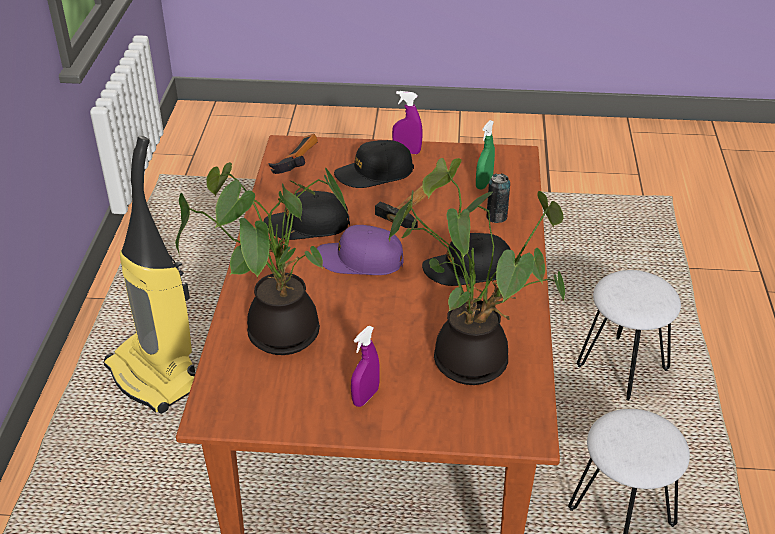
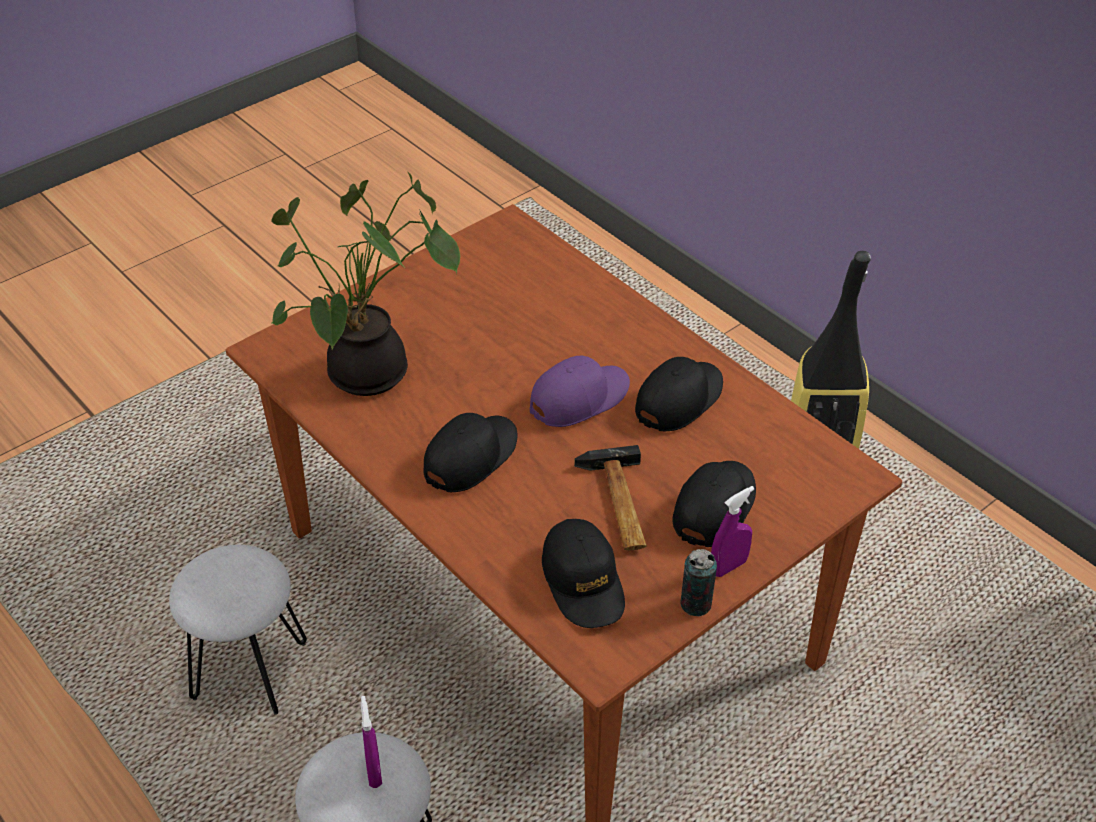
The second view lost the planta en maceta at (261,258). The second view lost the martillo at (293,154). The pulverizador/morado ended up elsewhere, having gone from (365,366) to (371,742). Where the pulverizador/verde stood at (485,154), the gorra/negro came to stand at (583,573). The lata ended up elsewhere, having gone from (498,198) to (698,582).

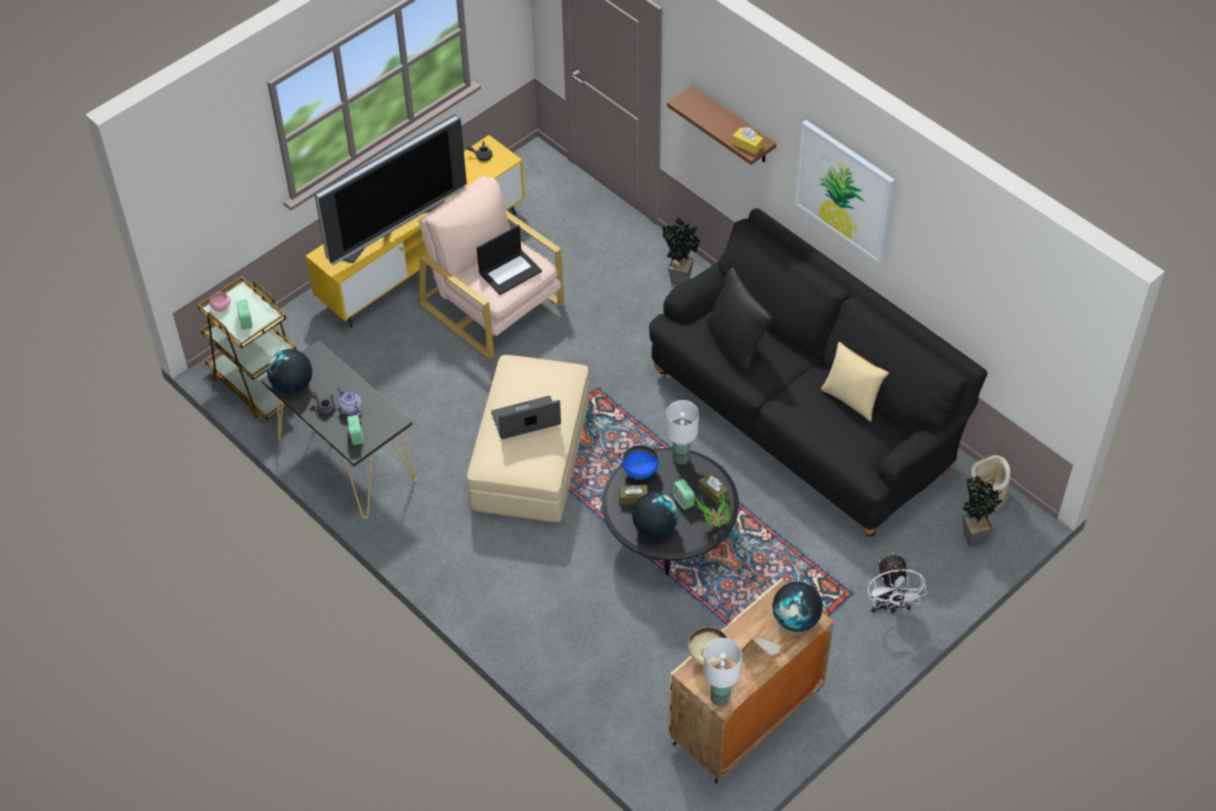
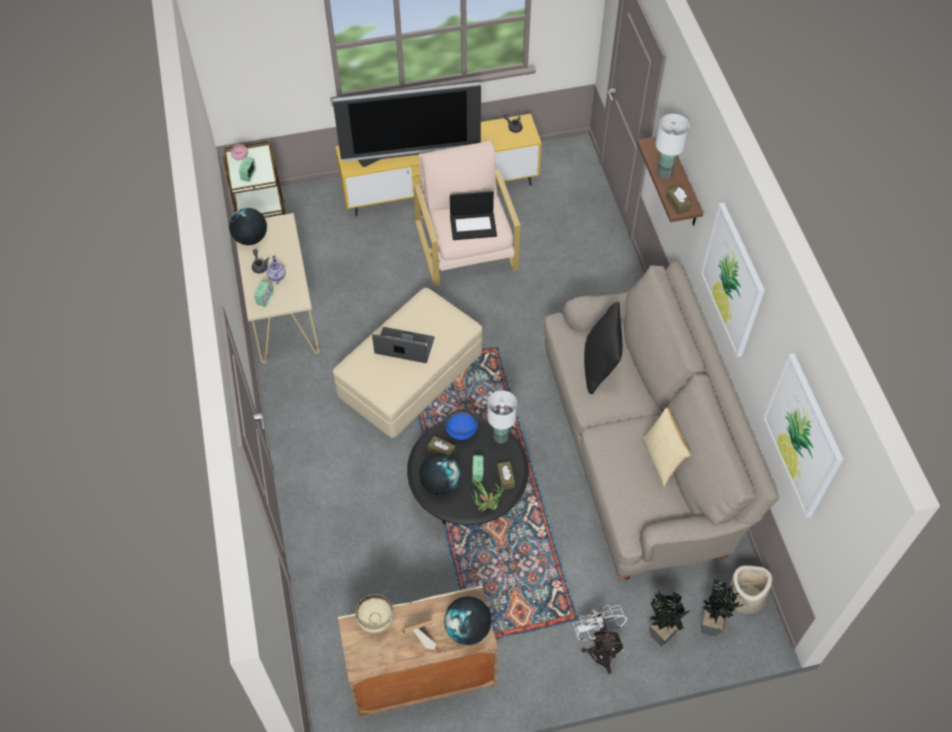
What was the mesa consola/negro at (339,429) turned into the mesa consola/beis at (277,288). What was the sofá/negro at (818,372) turned into the sofá/beis at (661,420). The planta en maceta ended up elsewhere, having gone from (681,251) to (669,618). The lámpara de mesa/blanco ended up elsewhere, having gone from (722,672) to (673,146). What was the caja de pañuelos/amarillo at (747,141) turned into the caja de pañuelos/marrón at (678,200). The ventilador/blanco at (897,583) ended up facing another way, 135 degrees clockwise from before. The second view gained the cuadro at (803,435).

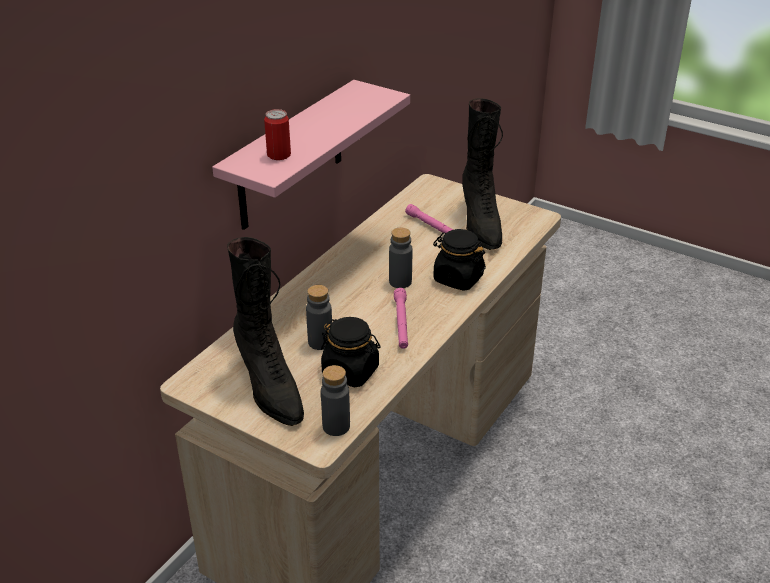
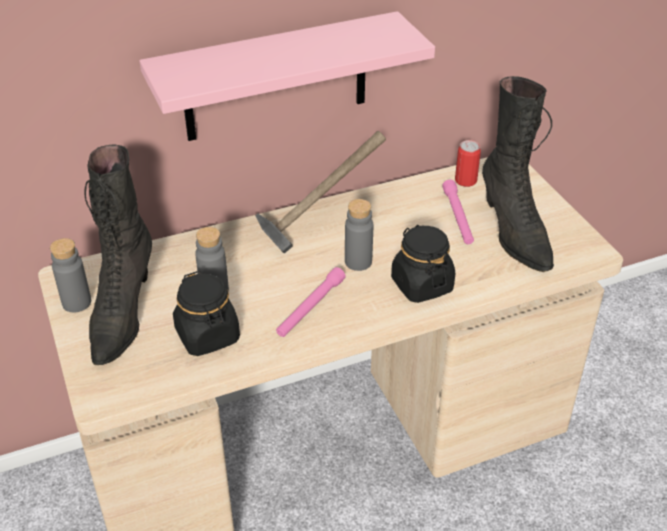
The lata ended up elsewhere, having gone from (277,134) to (468,163). The botella/gris ended up elsewhere, having gone from (335,400) to (70,275). The bota/negro at (482,174) ended up facing another way, 45 degrees counterclockwise from before. The second view gained the martillo at (320,192).

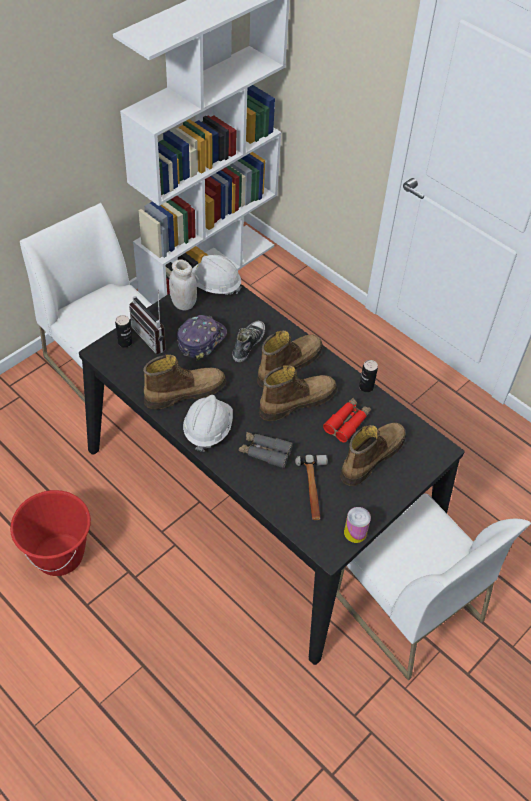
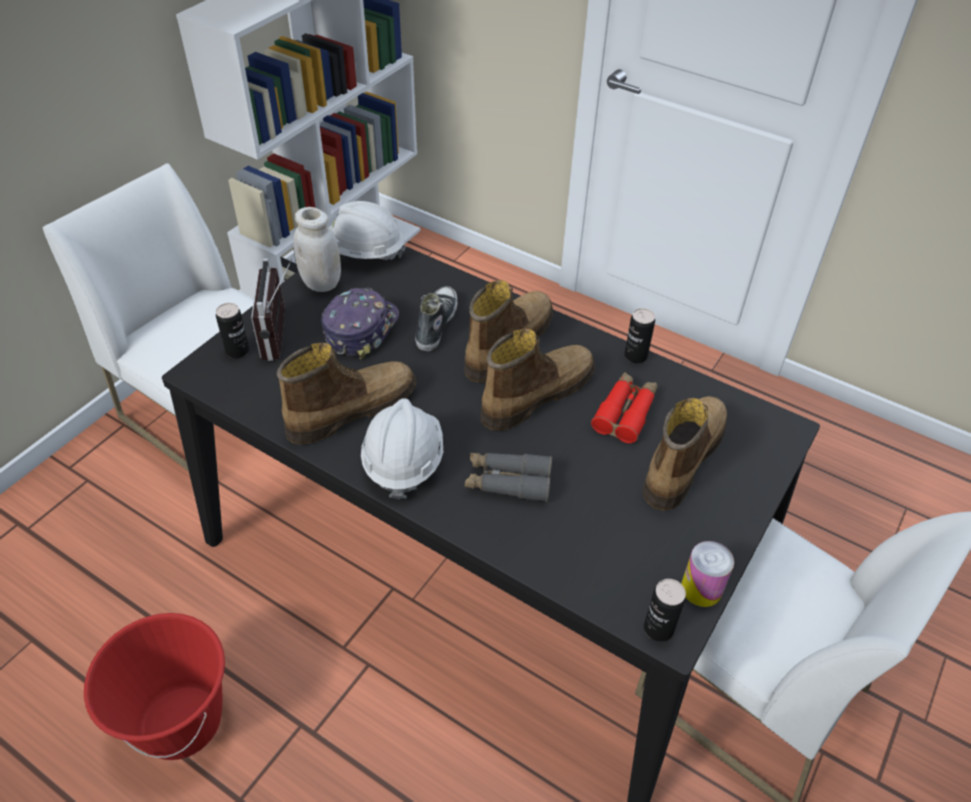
The radio at (147,322) ended up facing another way, 45 degrees clockwise from before. The second view lost the martillo at (311,487). The second view gained the lata at (665,610).

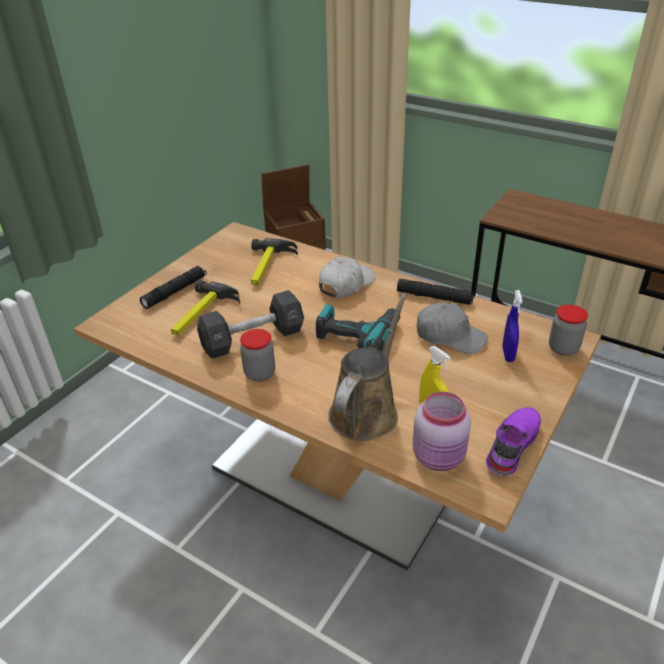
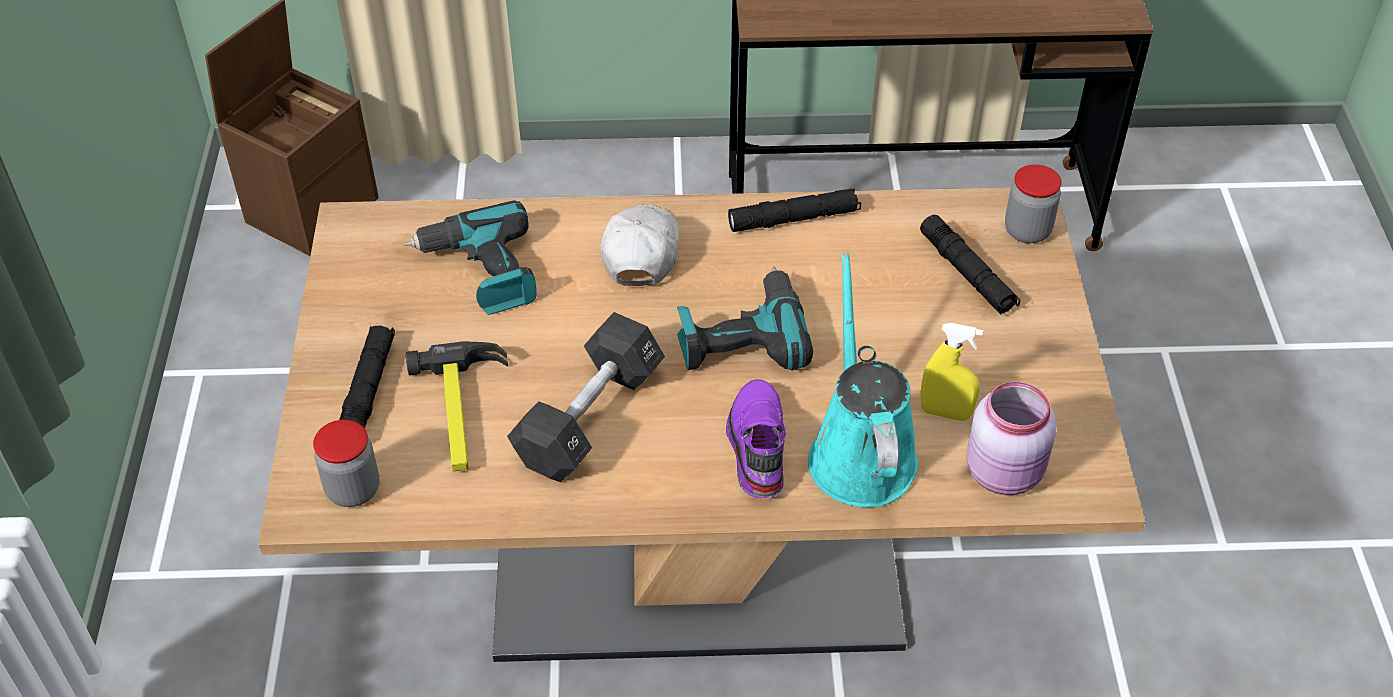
The tarro ended up elsewhere, having gone from (257,355) to (346,463). Where the martillo stood at (274,261), the taladro came to stand at (470,257). What was the regadera/marrón at (367,367) turned into the regadera/turquesa at (863,380). The second view lost the gorra/gris at (452,328). The zapato/morado ended up elsewhere, having gone from (513,441) to (756,438). Where the pulverizador/azul stood at (512,326), the linterna/negro came to stand at (970,265).

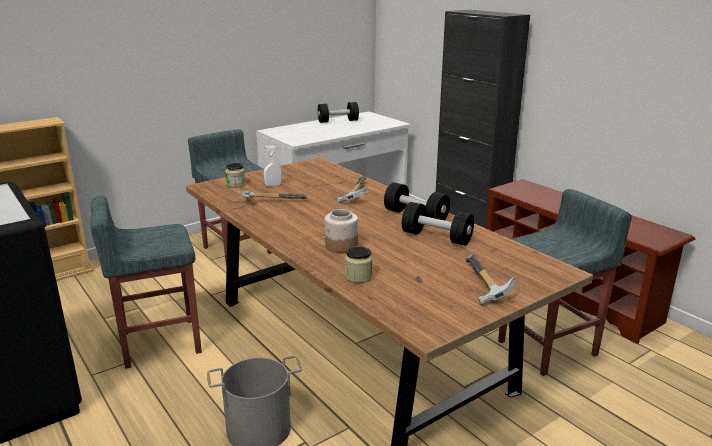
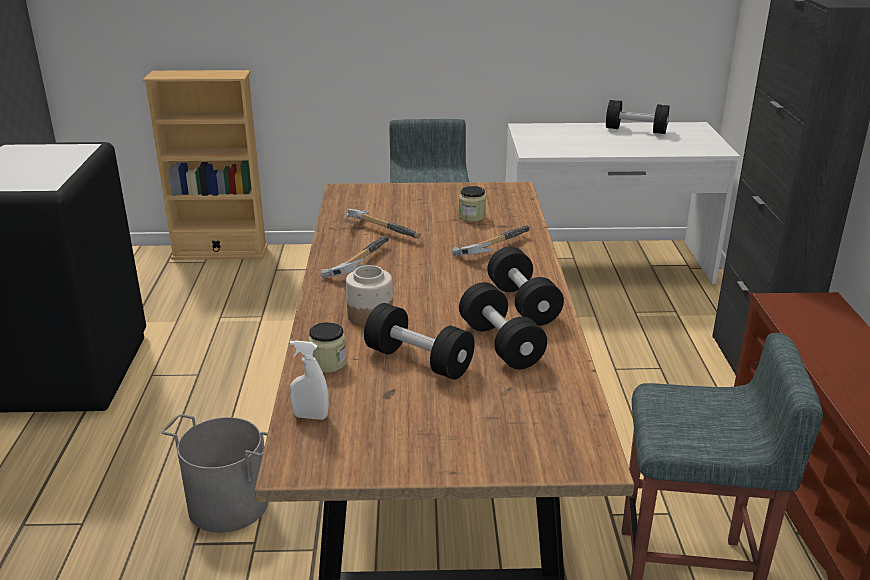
The second view lost the taburete/gris at (146,282). The tarro ended up elsewhere, having gone from (235,175) to (472,204). The pulverizador/blanco ended up elsewhere, having gone from (273,166) to (309,380). The martillo ended up elsewhere, having gone from (491,280) to (355,256). The second view gained the mancuerna/negro at (419,341).

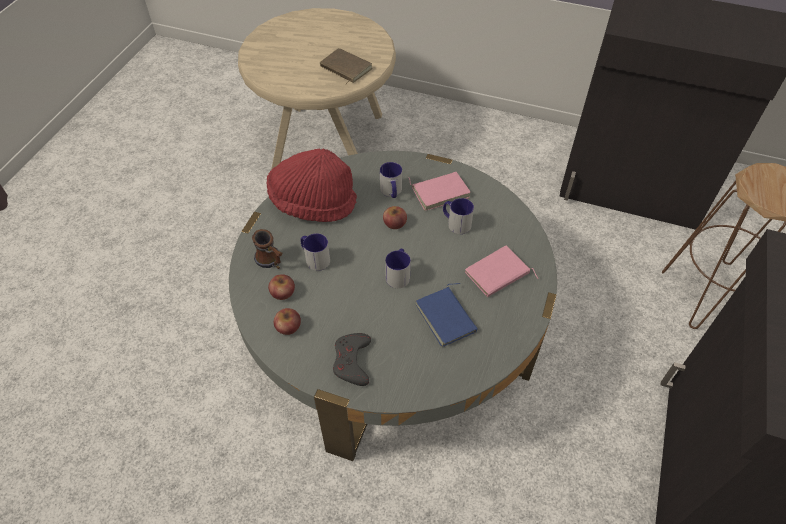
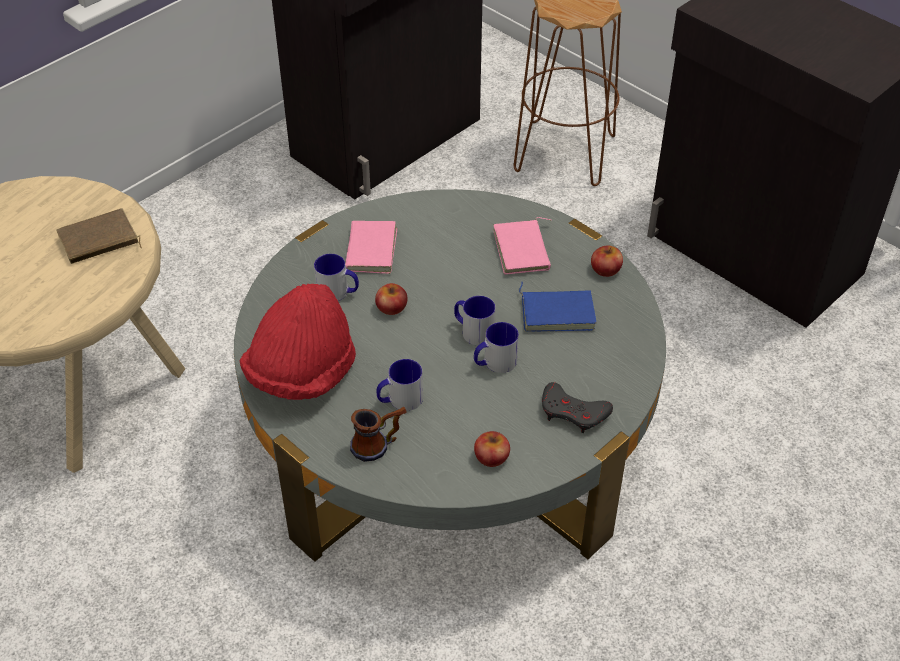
The manzana ended up elsewhere, having gone from (281,287) to (607,261). The taza grande ended up elsewhere, having gone from (458,216) to (496,347).

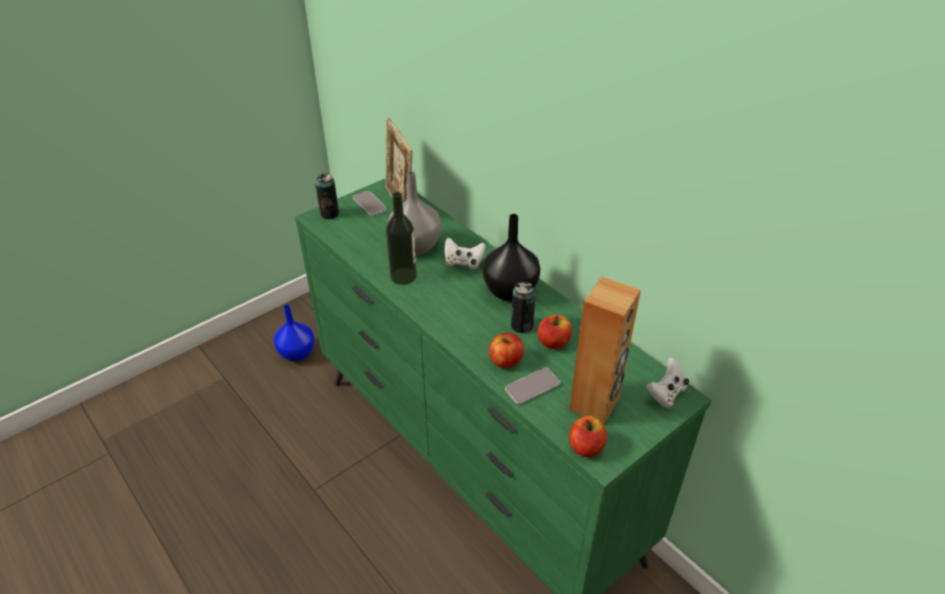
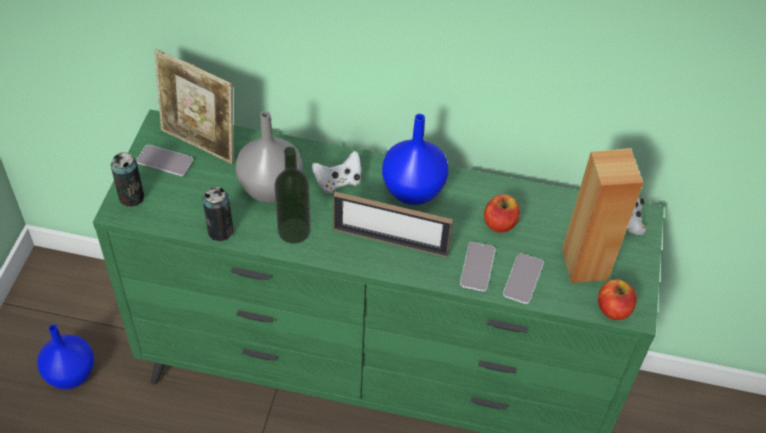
What was the florero/negro at (511,258) turned into the florero/azul at (415,159). Where the manzana stood at (506,350), the móvil came to stand at (477,267). The lata ended up elsewhere, having gone from (523,307) to (218,214). The second view gained the portarretratos at (393,224).

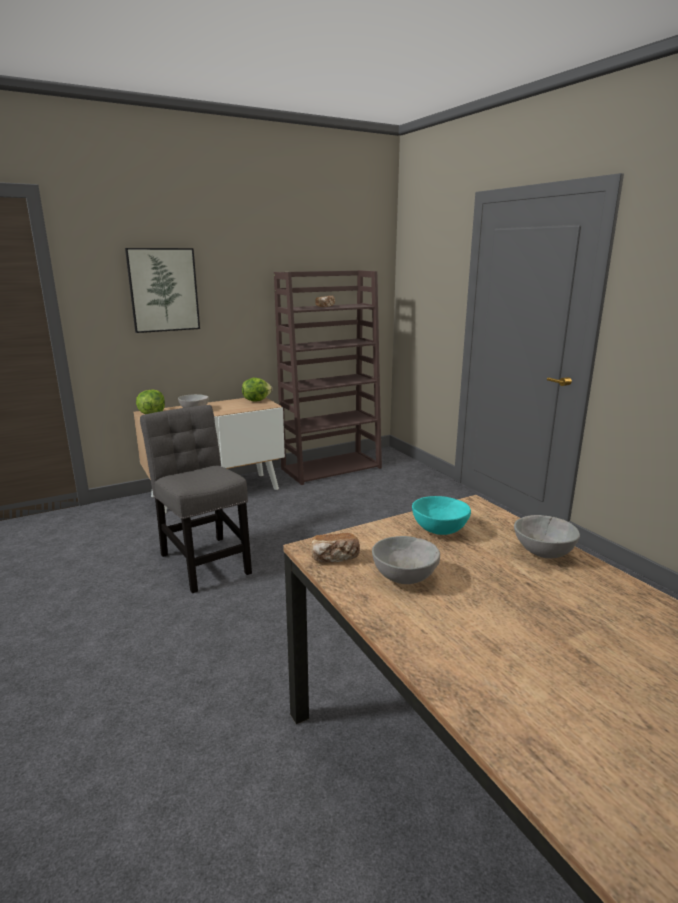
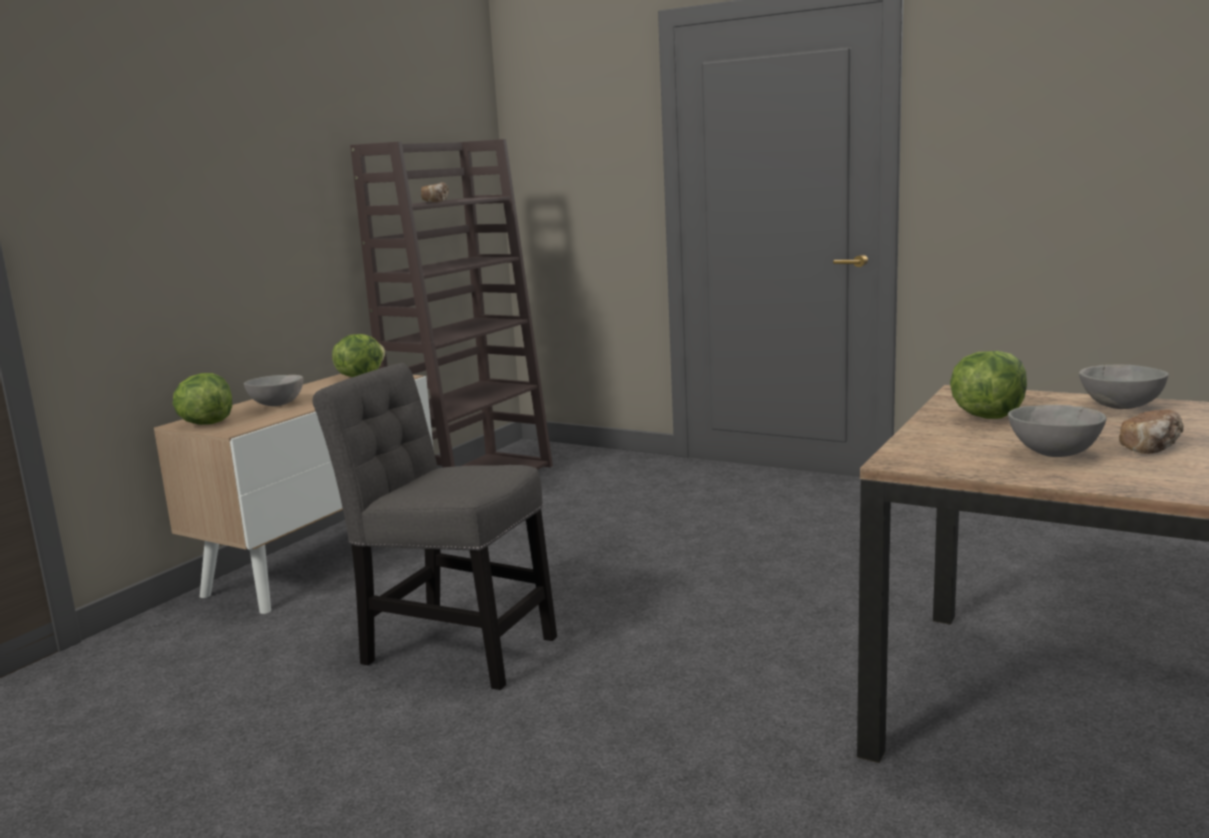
The second view lost the cuadro at (162,290). The pan ended up elsewhere, having gone from (335,548) to (1151,432). Where the cuenco/turquesa stood at (441,515), the lechuga came to stand at (988,385).

